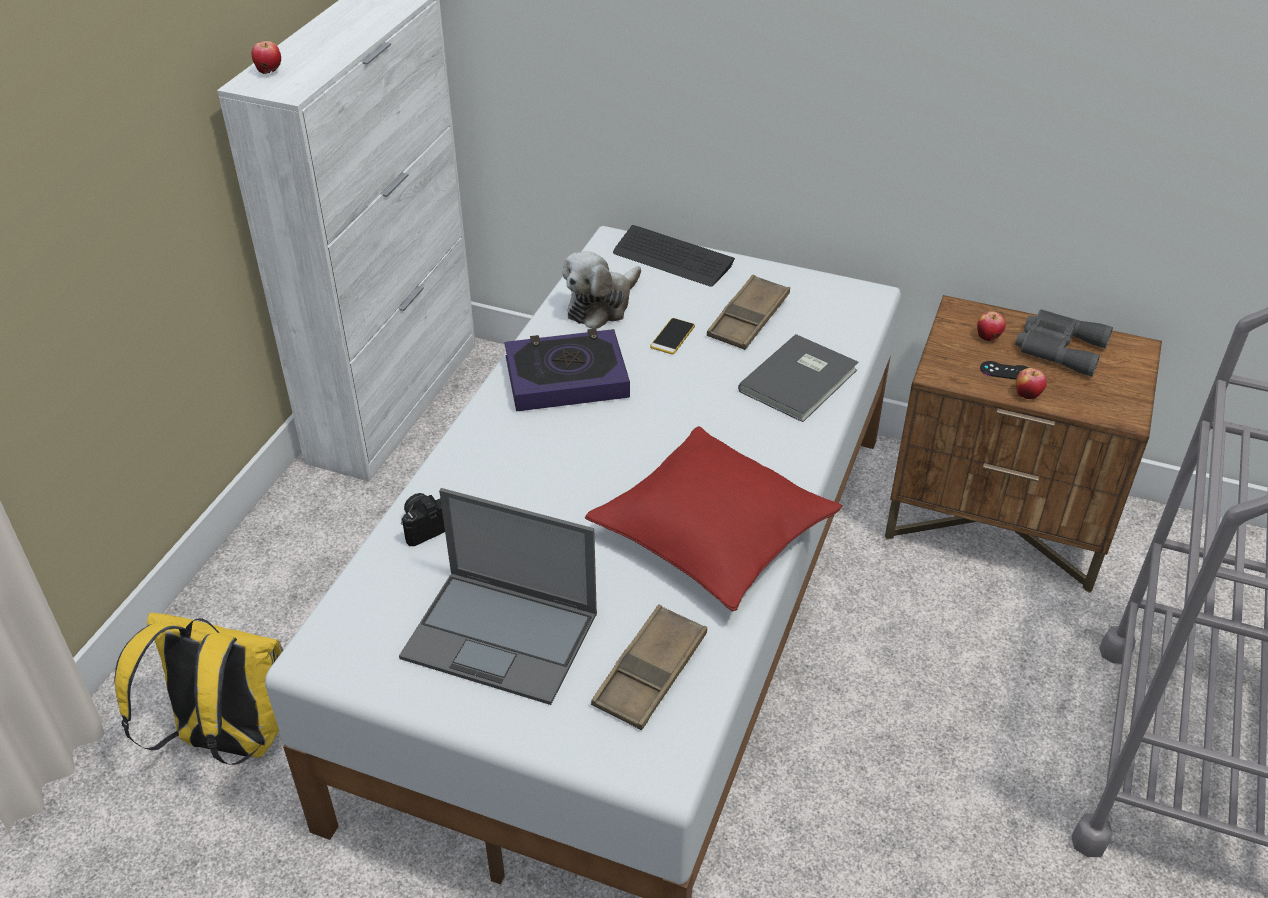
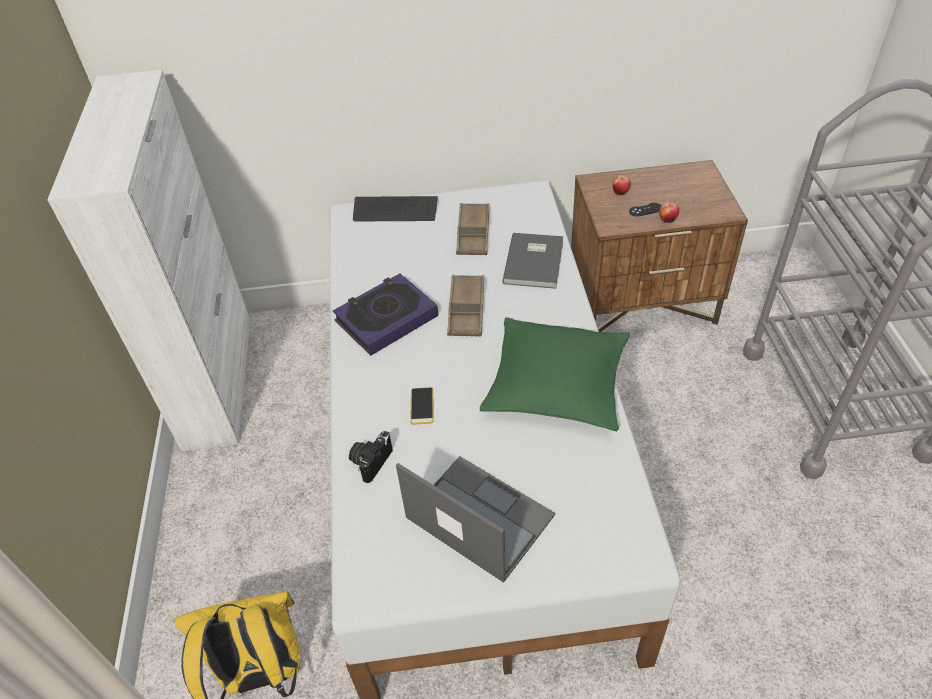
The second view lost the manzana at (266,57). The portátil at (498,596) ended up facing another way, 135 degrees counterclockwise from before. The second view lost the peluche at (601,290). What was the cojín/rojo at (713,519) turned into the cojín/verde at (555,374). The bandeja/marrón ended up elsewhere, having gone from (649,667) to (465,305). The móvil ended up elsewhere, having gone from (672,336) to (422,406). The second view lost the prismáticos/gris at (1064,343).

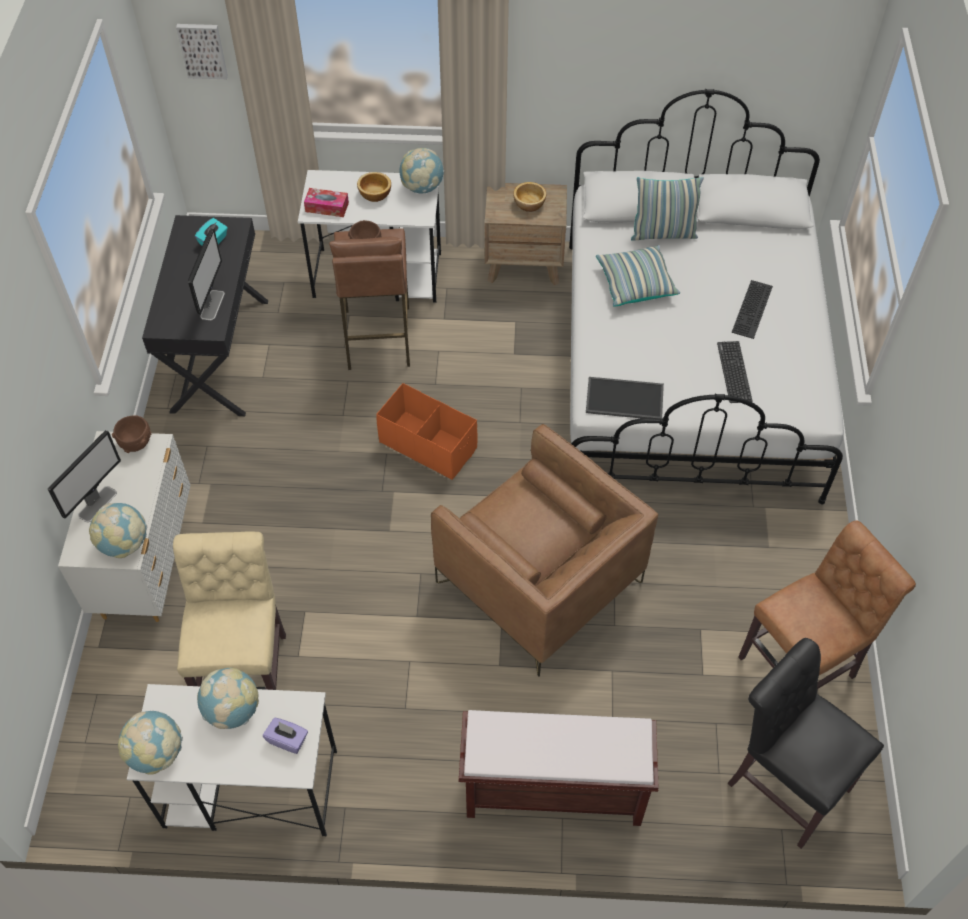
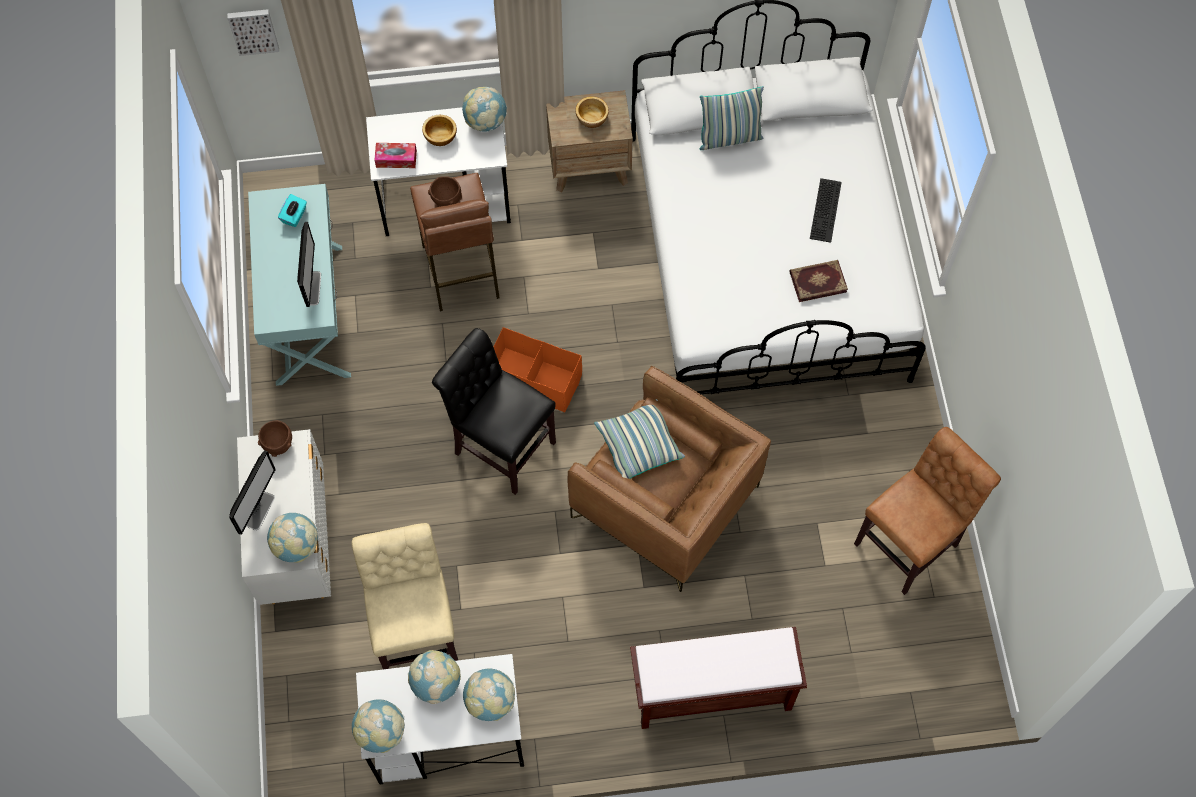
What was the mesa consola/negro at (205,315) turned into the mesa consola/turquesa at (299,285). Where the caja de pañuelos/morado stood at (285,736), the globo terráqueo came to stand at (489,694). The second view lost the bandeja at (625,398). The cojín ended up elsewhere, having gone from (638,276) to (639,439). Where the teclado stood at (735,372), the libro came to stand at (819,281). The silla/negro ended up elsewhere, having gone from (805,743) to (494,411).

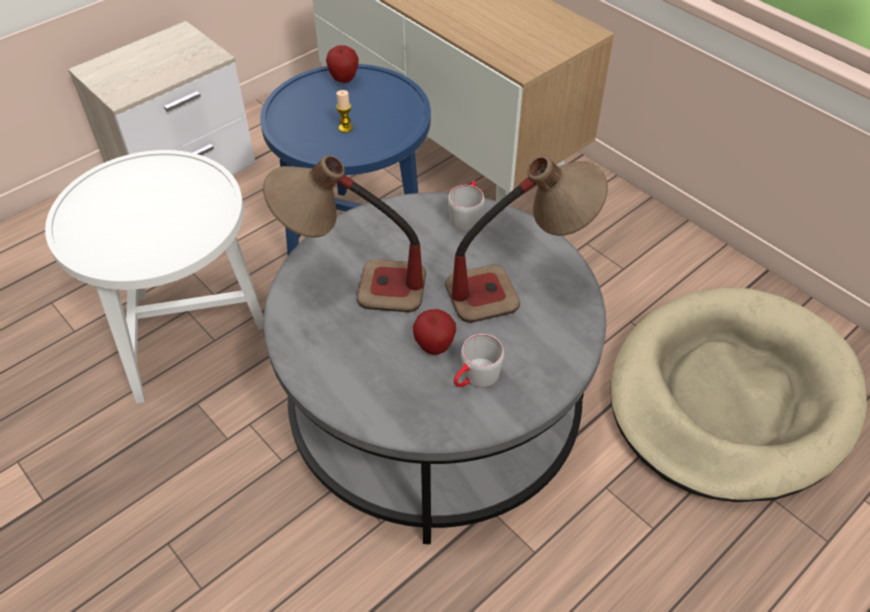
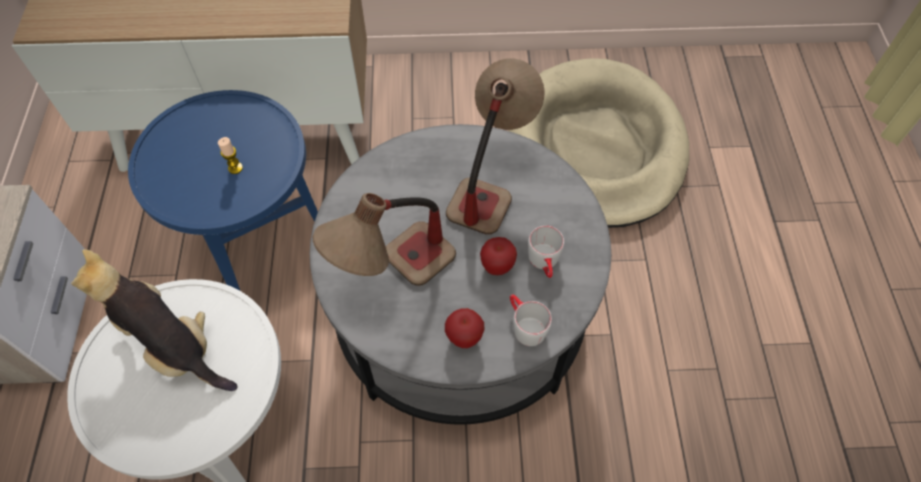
The manzana ended up elsewhere, having gone from (342,64) to (464,328). The taza grande/gris ended up elsewhere, having gone from (466,206) to (531,320). The second view gained the peluche at (154,320).

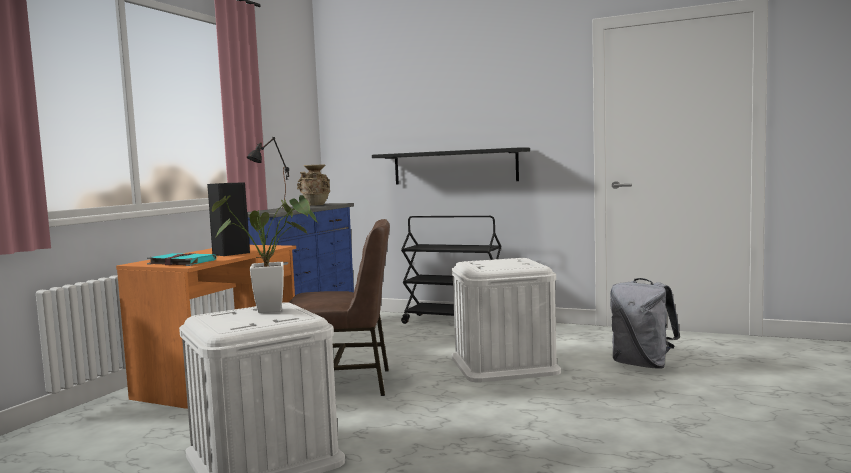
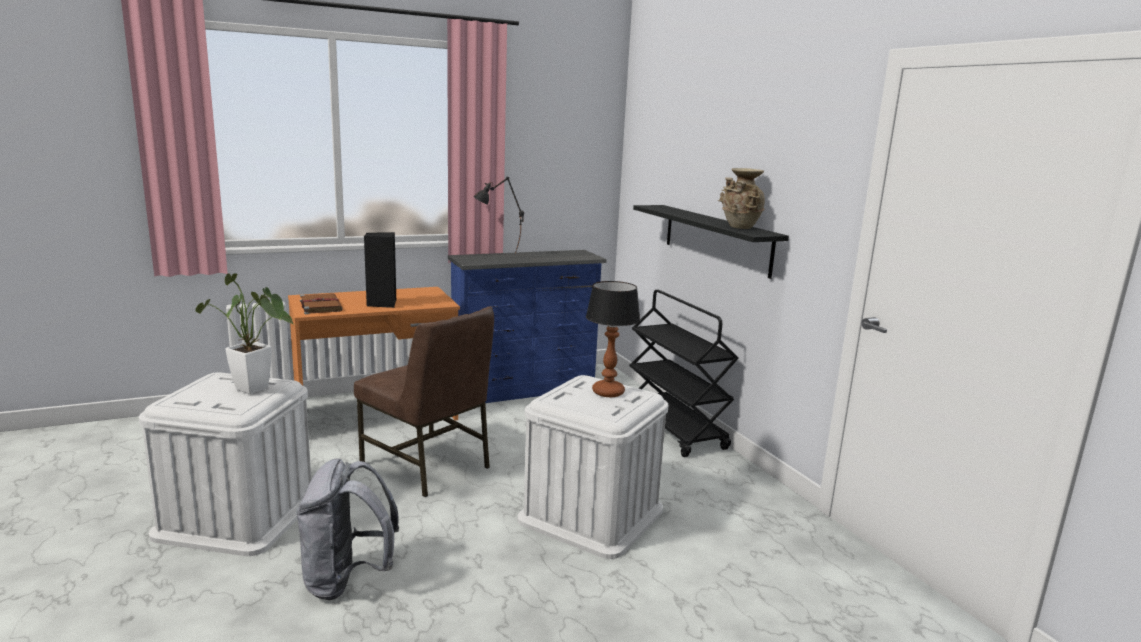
What was the libro/turquesa at (181,259) turned into the libro/marrón at (321,303). The florero/beis ended up elsewhere, having gone from (313,185) to (741,198). The mochila/gris ended up elsewhere, having gone from (645,323) to (347,529). The second view gained the lámpara de mesa at (613,339).

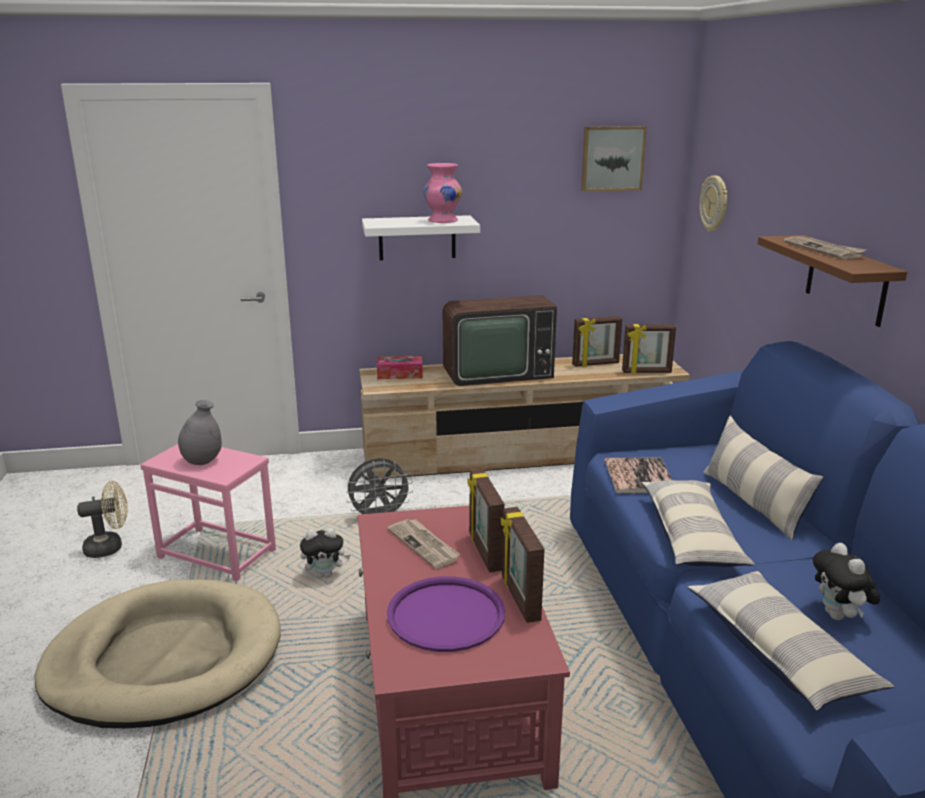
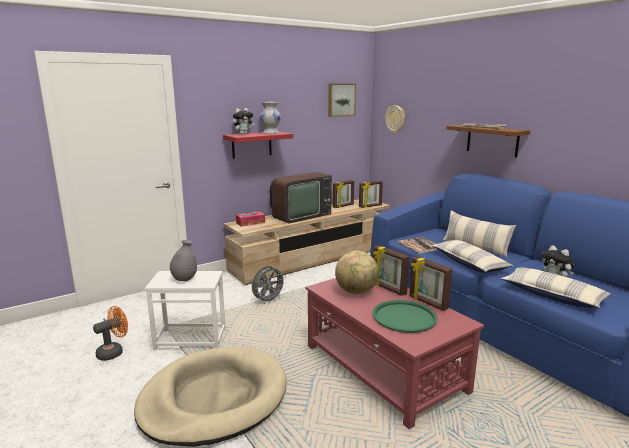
What was the ventilador/beis at (102,519) turned into the ventilador/naranja at (110,333). What was the mesa auxiliar/rosa at (208,512) turned into the mesa auxiliar/blanco at (185,310). The peluche ended up elsewhere, having gone from (325,553) to (244,121). What was the estante/blanco at (421,238) turned into the estante/rojo at (258,145). What was the bandeja/morado at (446,614) turned into the bandeja/verde at (405,316). Where the periódico stood at (424,544), the globo terráqueo came to stand at (357,272). What was the florero/rosa at (442,193) turned into the florero/blanco at (270,118).

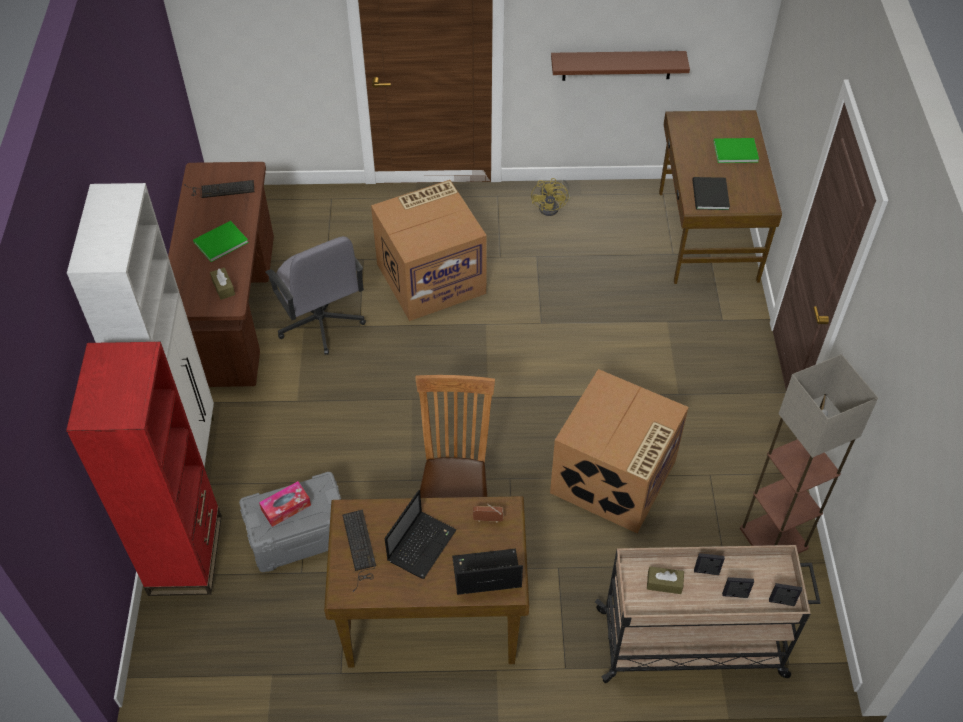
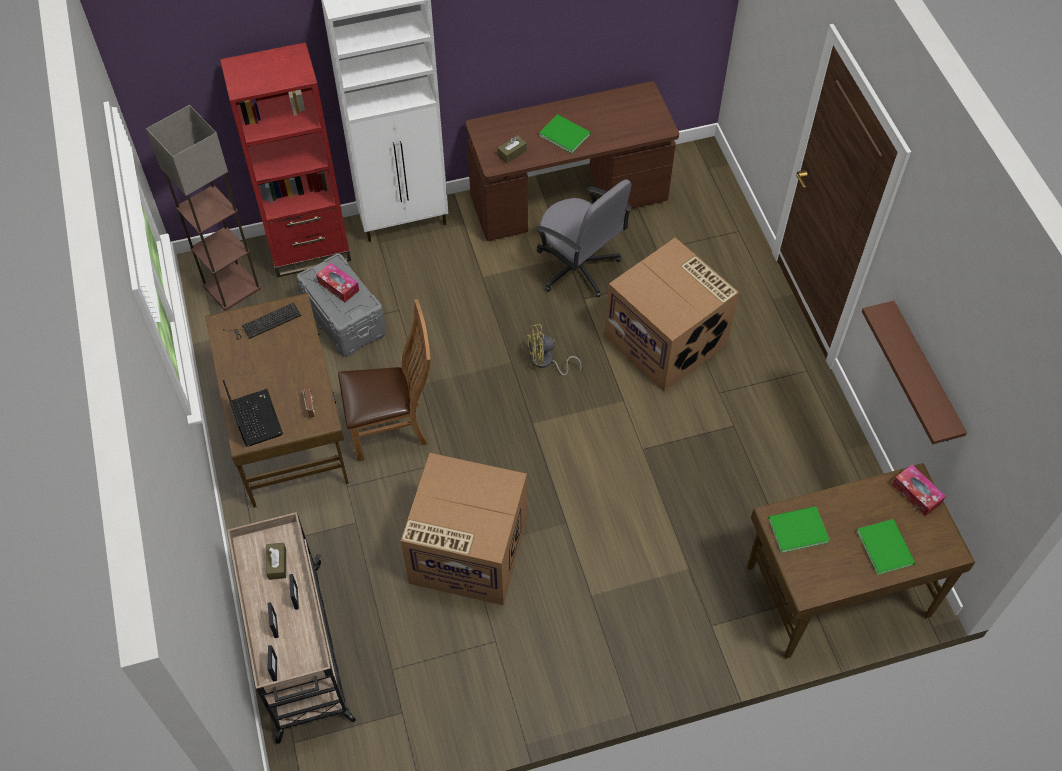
The second view lost the teclado at (219,189). The silla de oficina/gris at (315,295) ended up facing another way, 90 degrees counterclockwise from before. The second view lost the portátil at (421,534). The ventilador/amarillo ended up elsewhere, having gone from (550,197) to (554,350). What was the libro/negro at (711,193) turned into the libro/verde at (799,529). The lámpara de pie ended up elsewhere, having gone from (809,454) to (203,208). The second view gained the caja de pañuelos at (919,490).

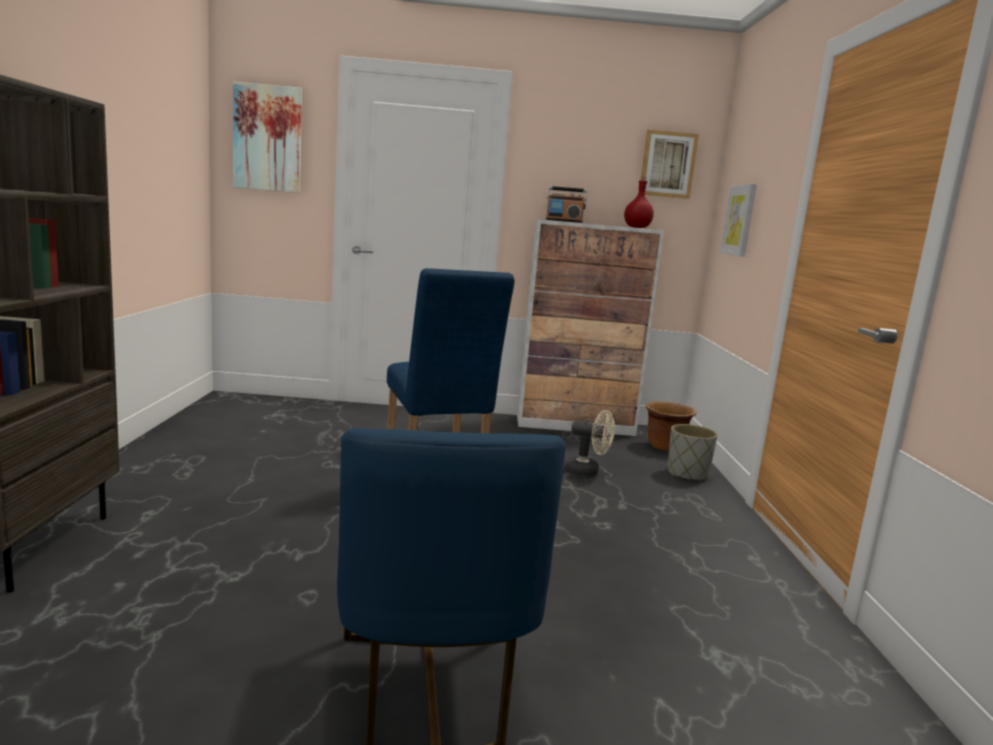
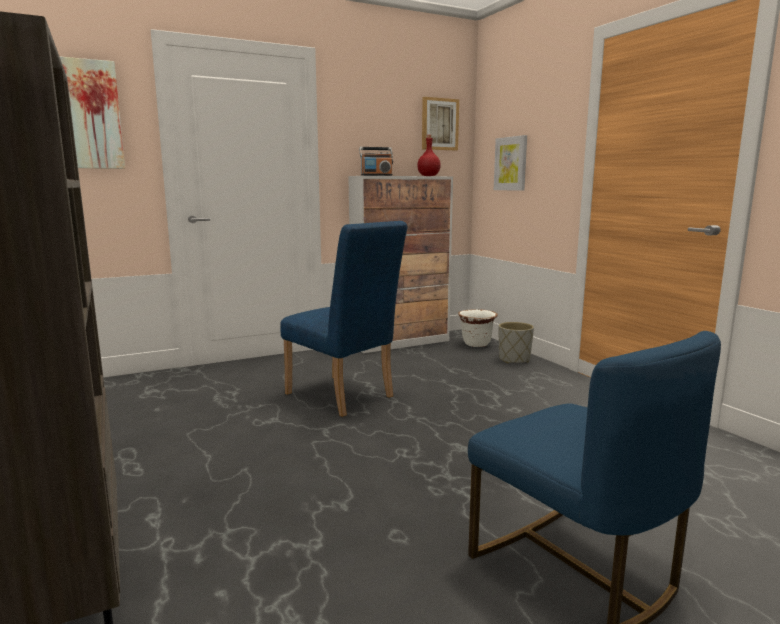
The second view lost the ventilador/beis at (590,443). What was the maceta/marrón at (671,426) turned into the maceta/blanco at (478,328).

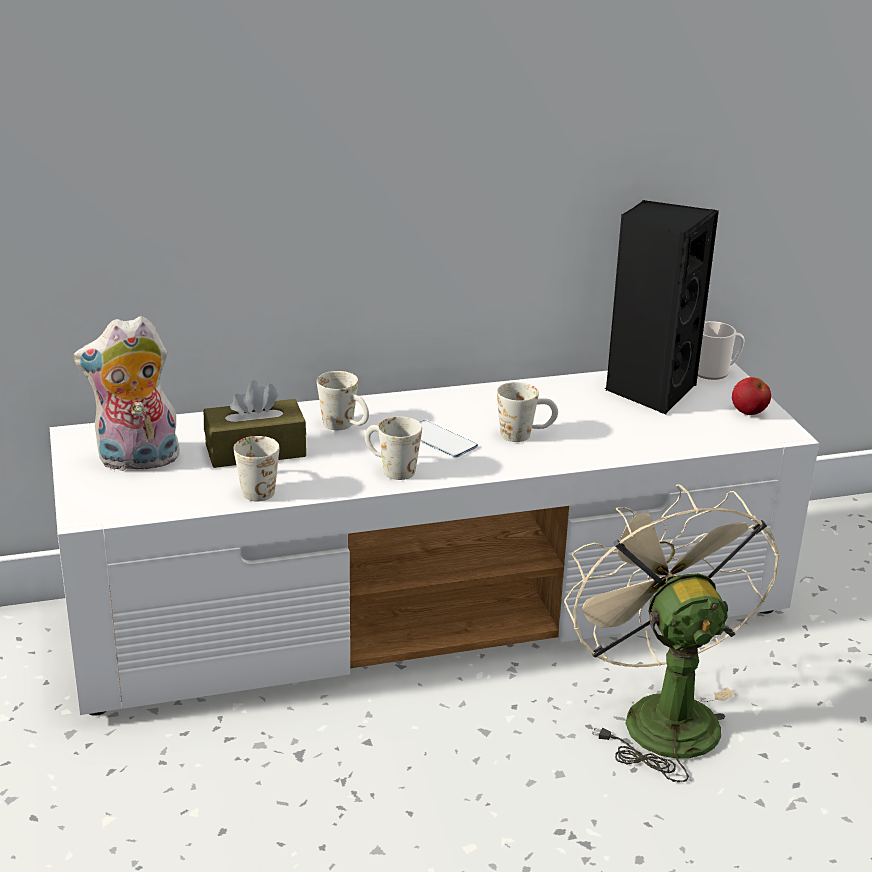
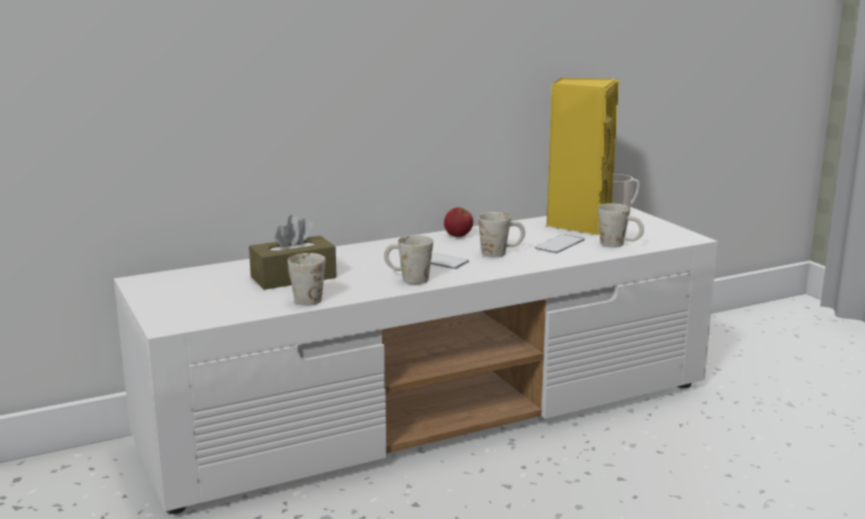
The second view lost the peluche at (126,393). The taza grande/blanco ended up elsewhere, having gone from (343,400) to (621,225). The second view lost the ventilador/beis at (672,633). What was the altavoz/negro at (662,307) turned into the altavoz/amarillo at (582,156). The manzana ended up elsewhere, having gone from (751,396) to (458,222). The second view gained the móvil at (560,243).

